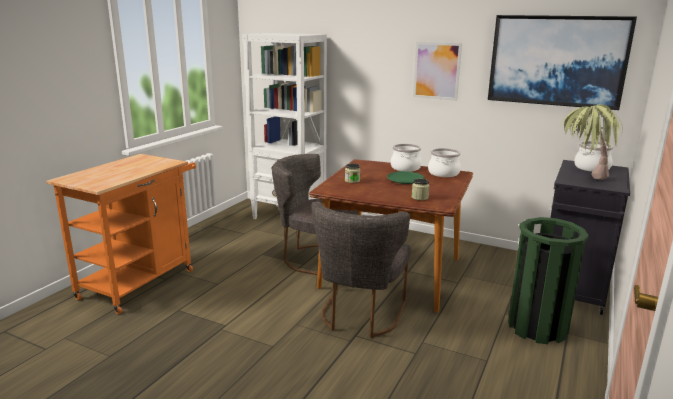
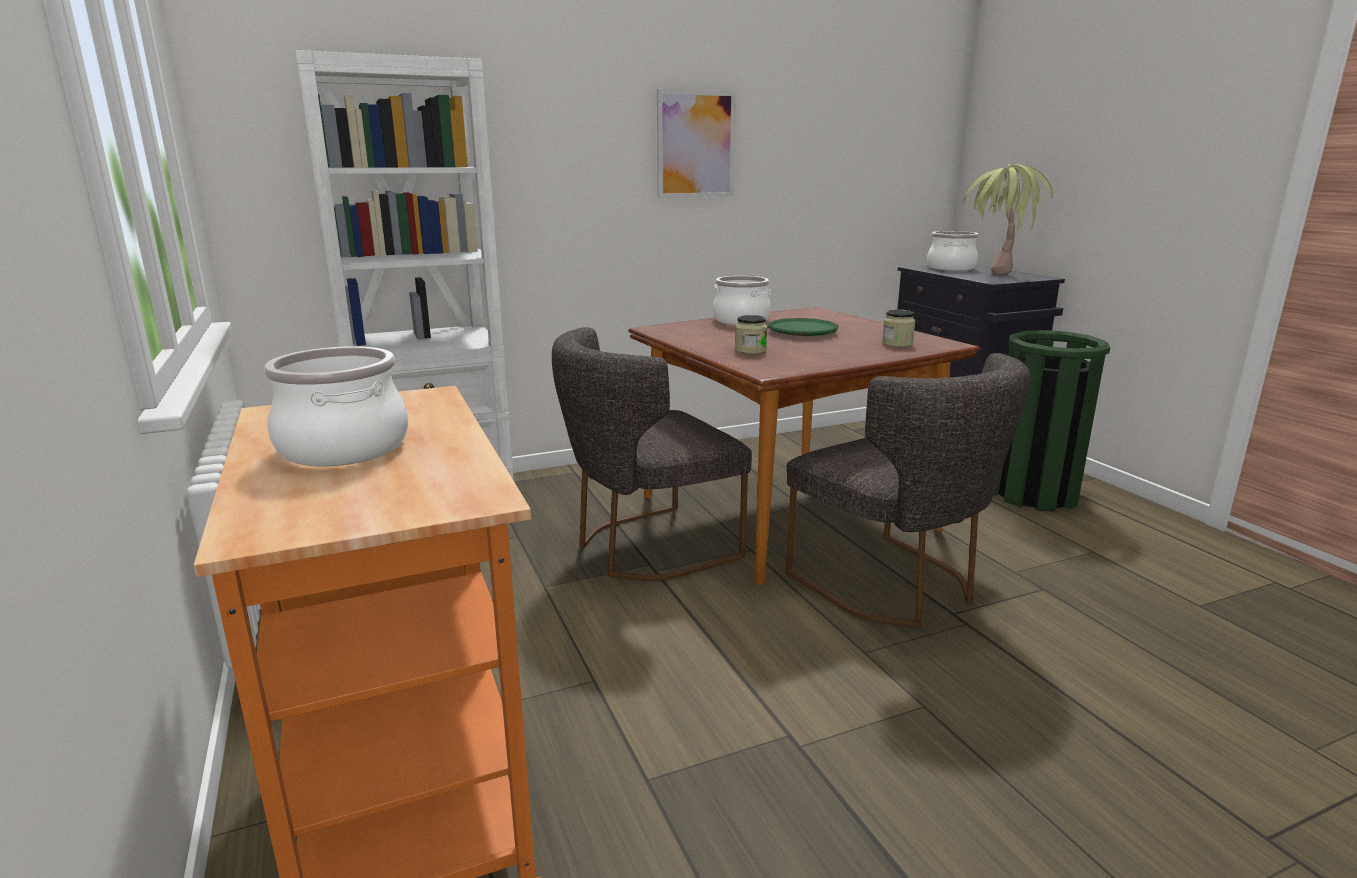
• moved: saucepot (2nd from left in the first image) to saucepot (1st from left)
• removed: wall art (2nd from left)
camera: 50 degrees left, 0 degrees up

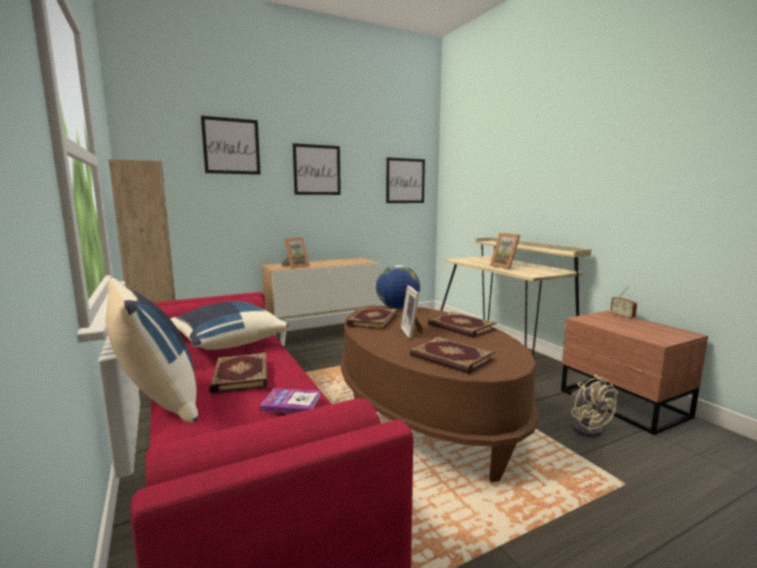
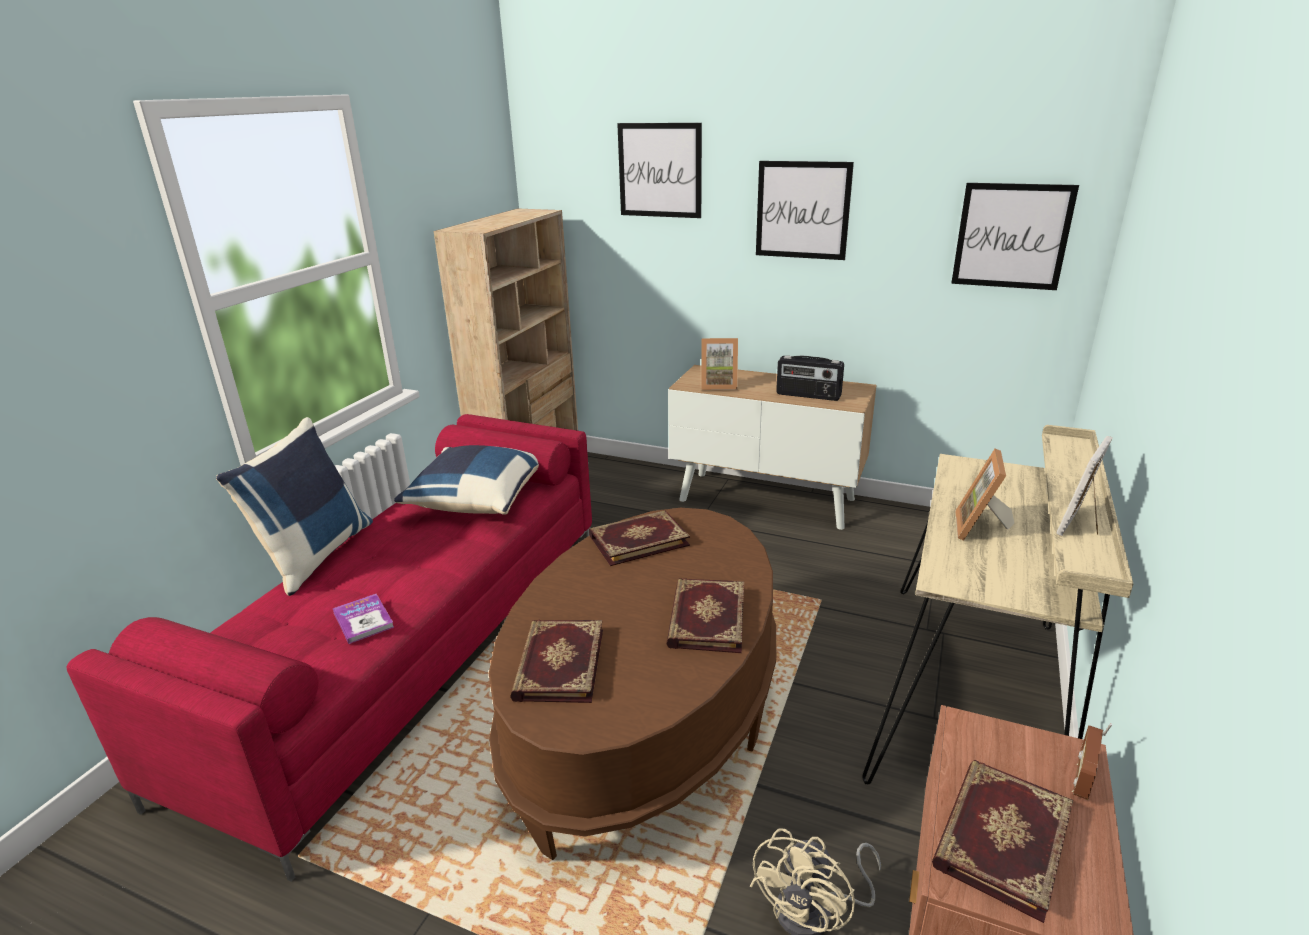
• added: radio (1st from left)
• moved: book (1st from left in the first image) to book (5th from left)
• moved: standing frame (2nd from left in the first image) to standing frame (3rd from left)
• removed: desk globe
camera: 50 degrees right, 15 degrees up

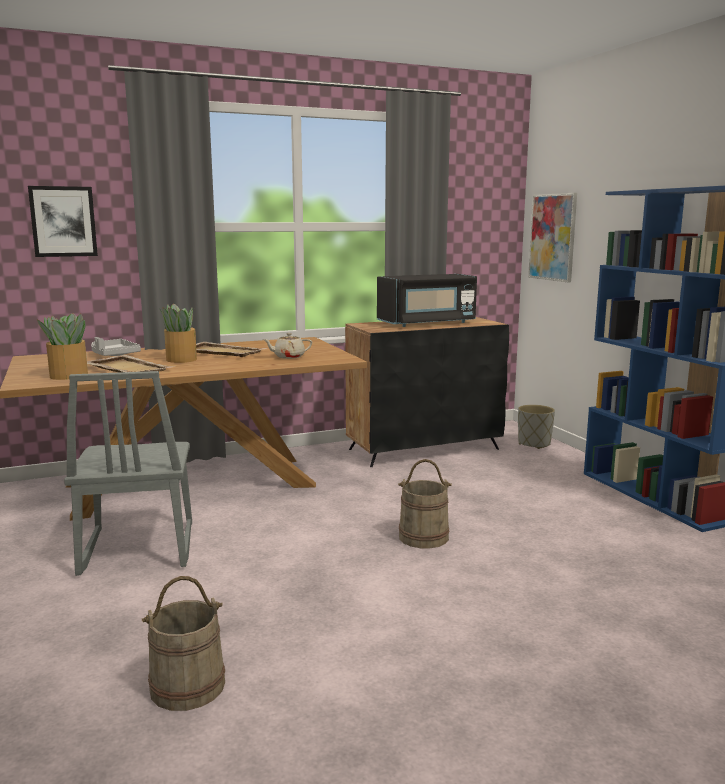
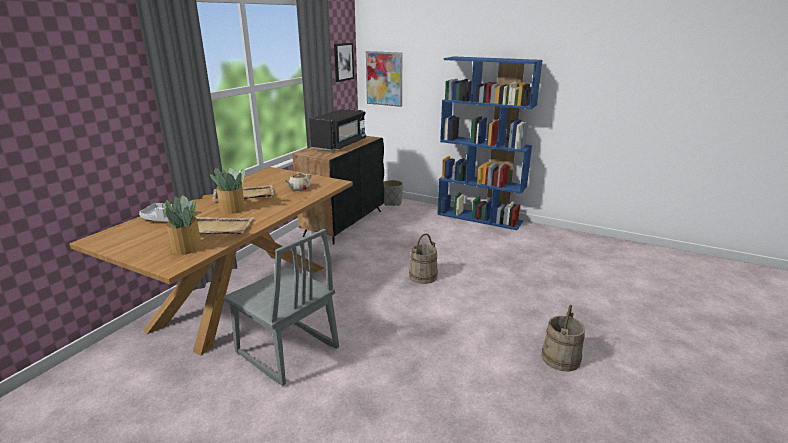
• moved: wall art (1st from left)
• moved: beige water bucket (1st from left in the first image) to beige water bucket (2nd from left)
camera: 40 degrees left, 10 degrees up

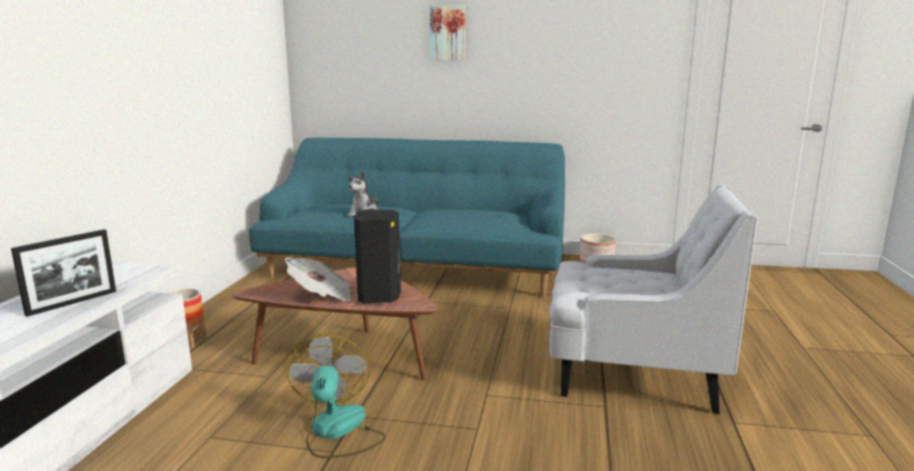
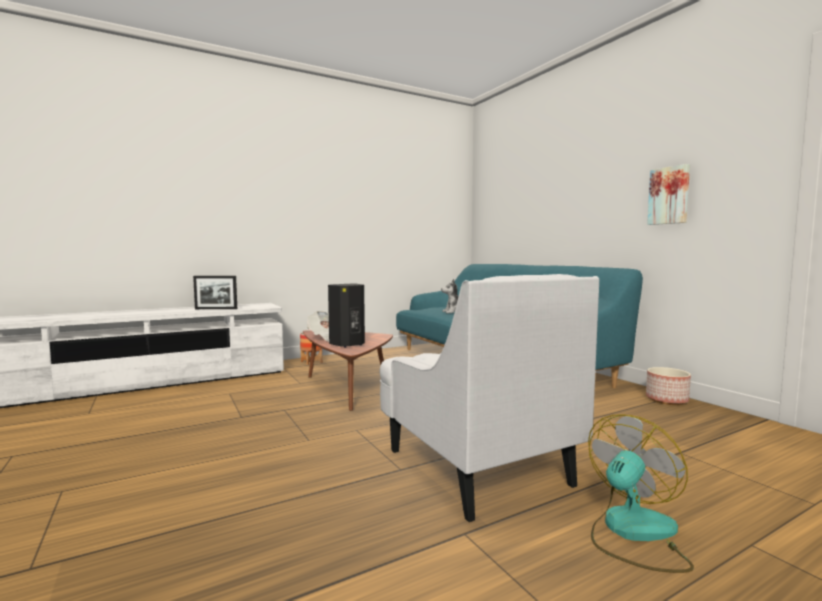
• moved: electric fan
• moved: wall art
camera: 50 degrees right, 10 degrees down

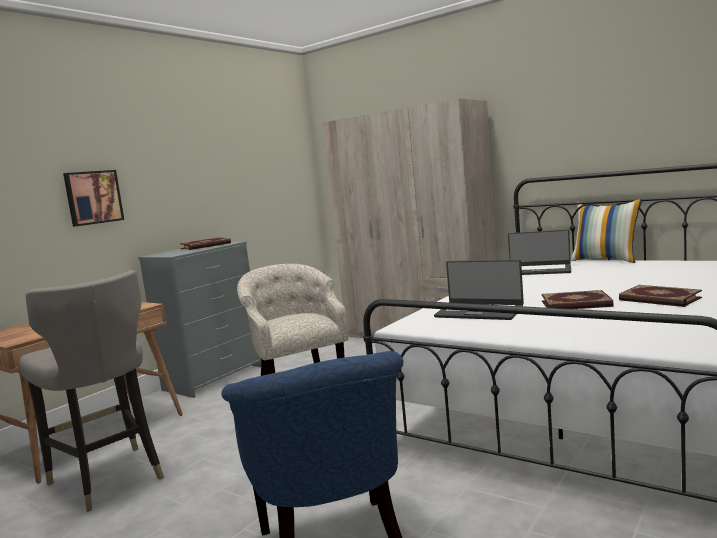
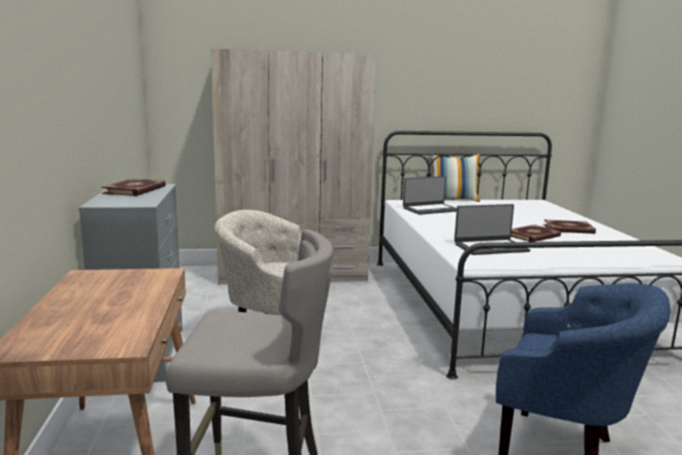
• removed: wall art
camera: 45 degrees left, 5 degrees up

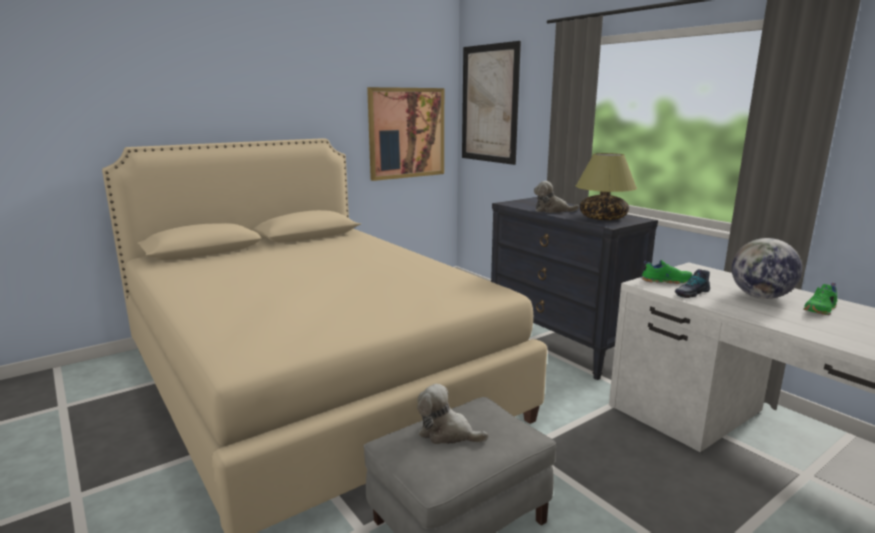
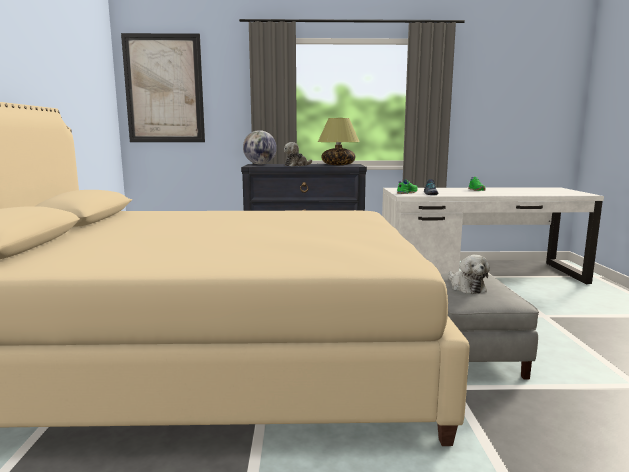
• moved: desk globe
• turned: plush toy (1st from left in the first image) 75 degrees counterclockwise
• removed: wall art (1st from left)
camera: 55 degrees left, 5 degrees down

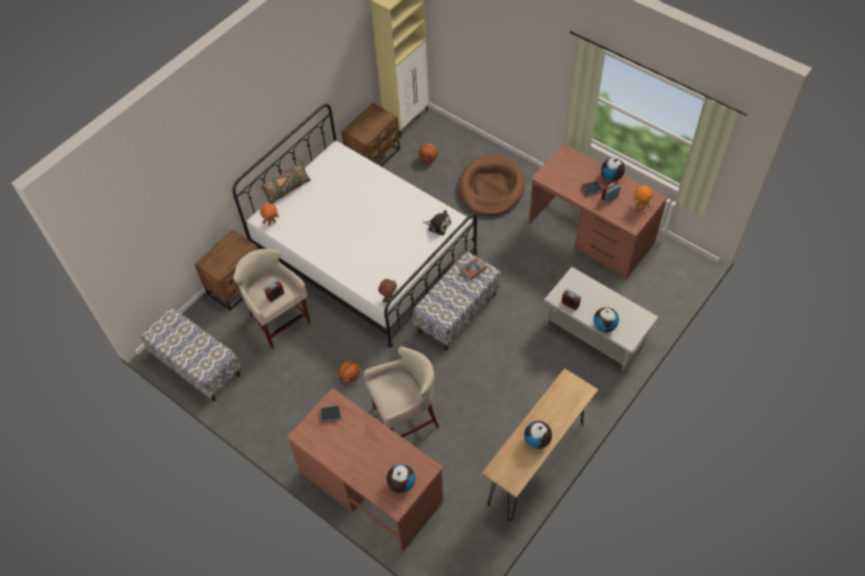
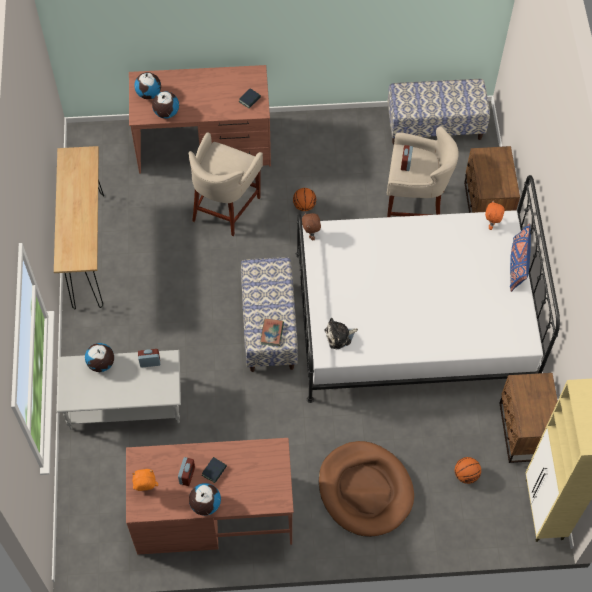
• moved: desk globe (2nd from left in the first image) to desk globe (3rd from left)
• recoloured: green pillow to blue-coloured pillow
camera: 135 degrees right, 5 degrees up

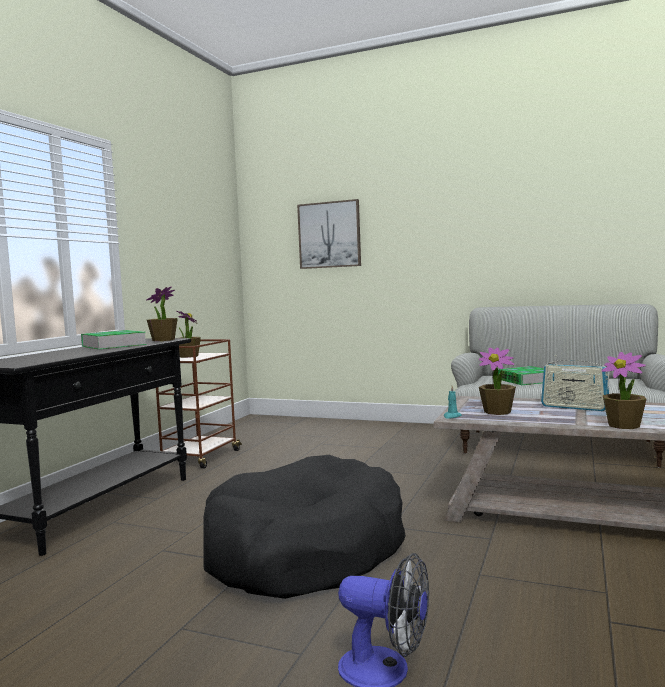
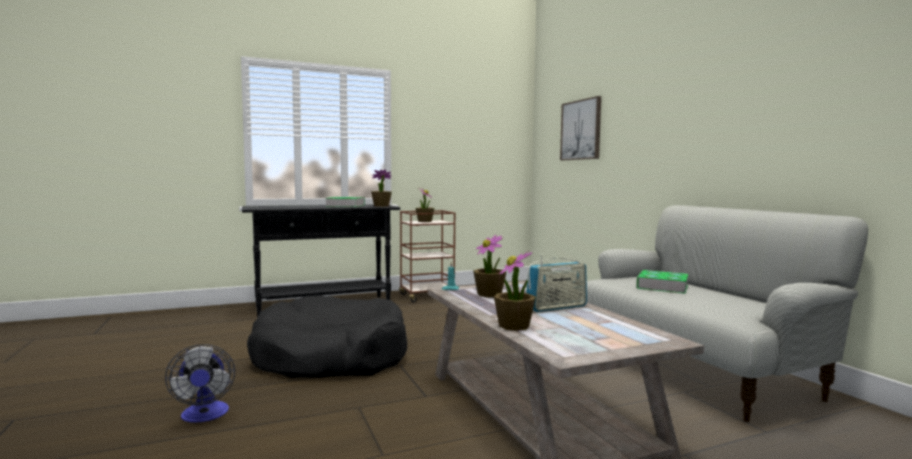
• turned: radio 105 degrees counterclockwise
camera: 45 degrees right, 0 degrees up

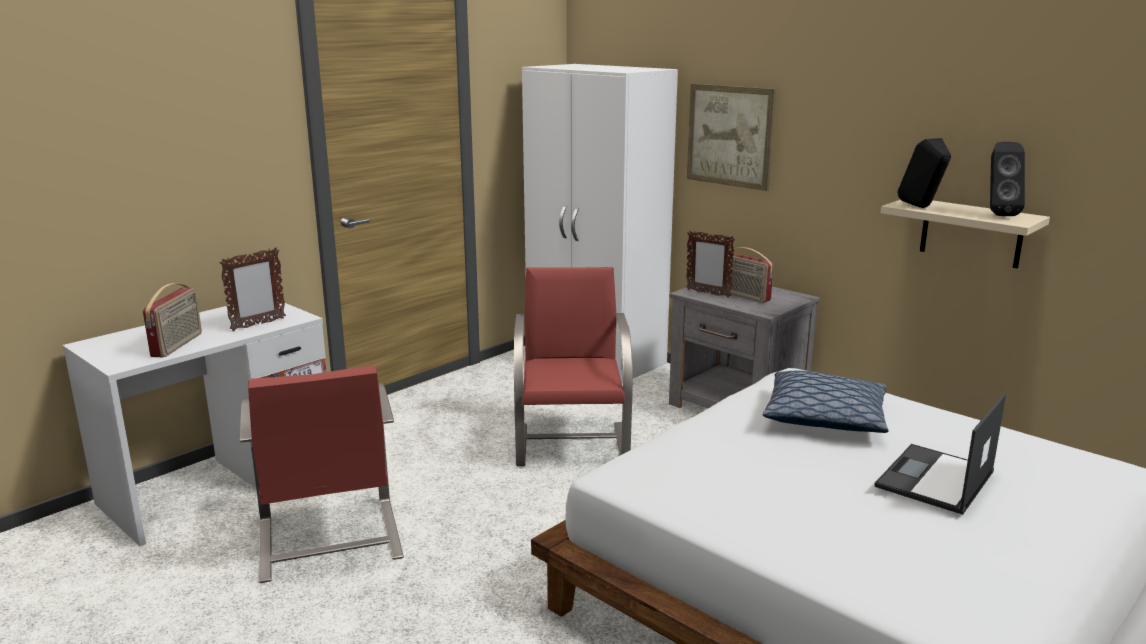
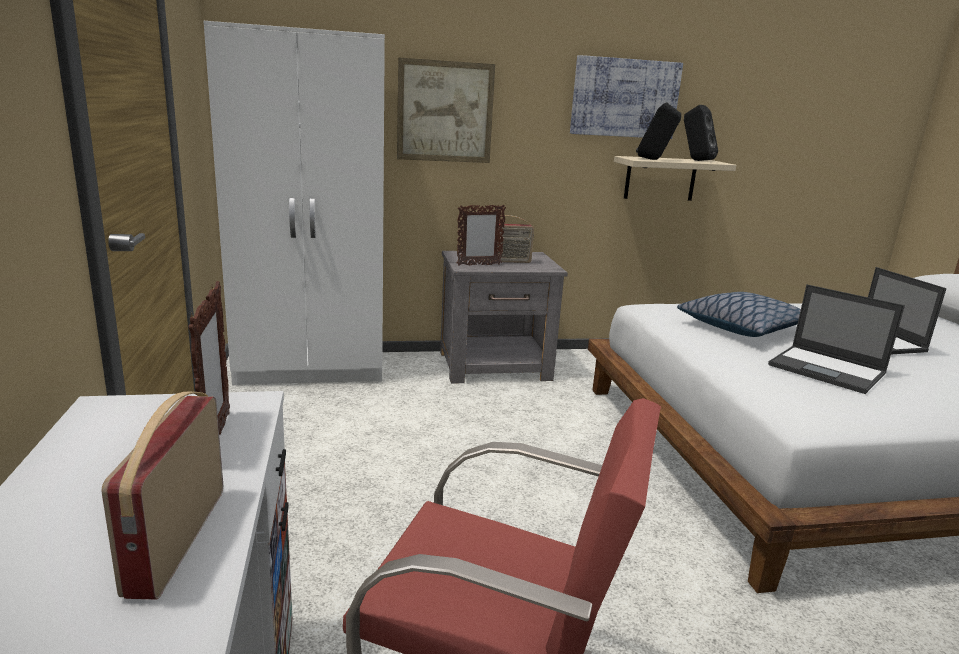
• turned: radio (1st from left) 135 degrees counterclockwise
• added: wall art (2nd from left)
• added: laptop (1st from left)
• removed: red-coloured plain chair (2nd from left)
camera: 55 degrees left, 0 degrees up

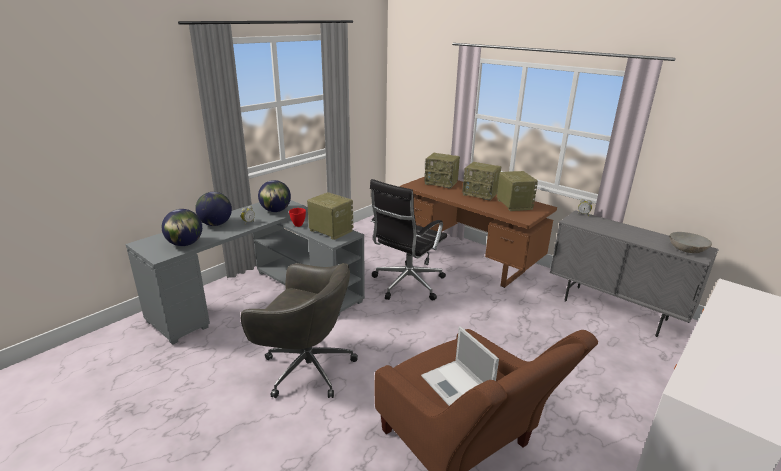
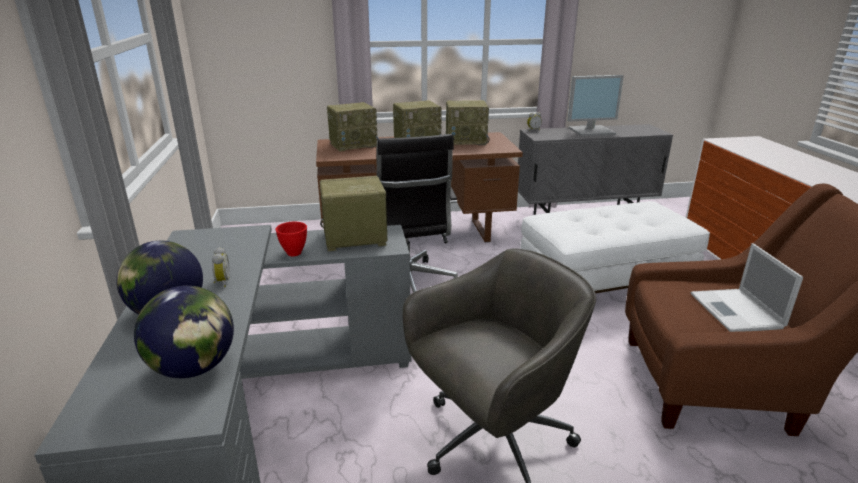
• turned: radio (4th from left) 150 degrees clockwise
• added: white pouffe
• added: computer display
• turned: laptop 75 degrees clockwise
• removed: desk globe (3rd from left)
• removed: gray bowl
camera: 50 degrees left, 0 degrees up

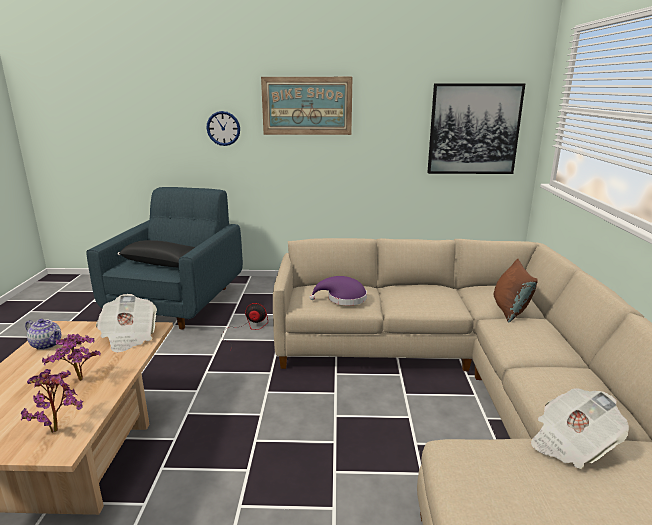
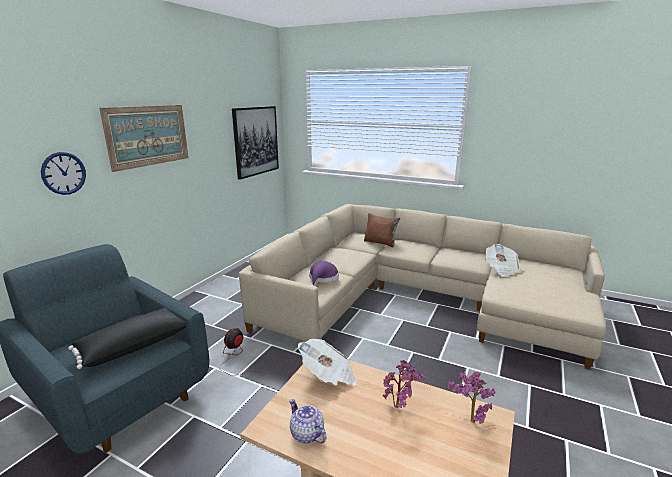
• turned: pot for tea 90 degrees counterclockwise
camera: 65 degrees left, 0 degrees up

